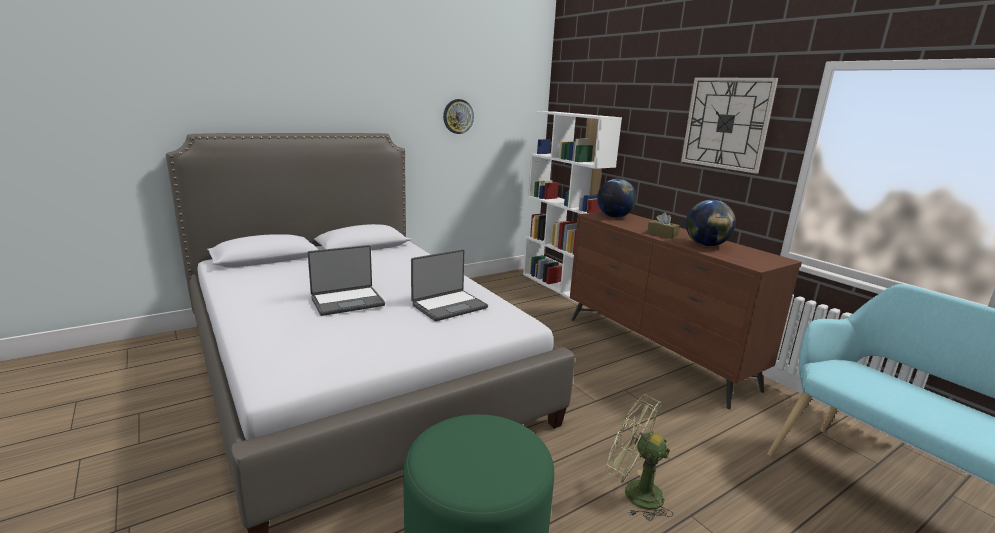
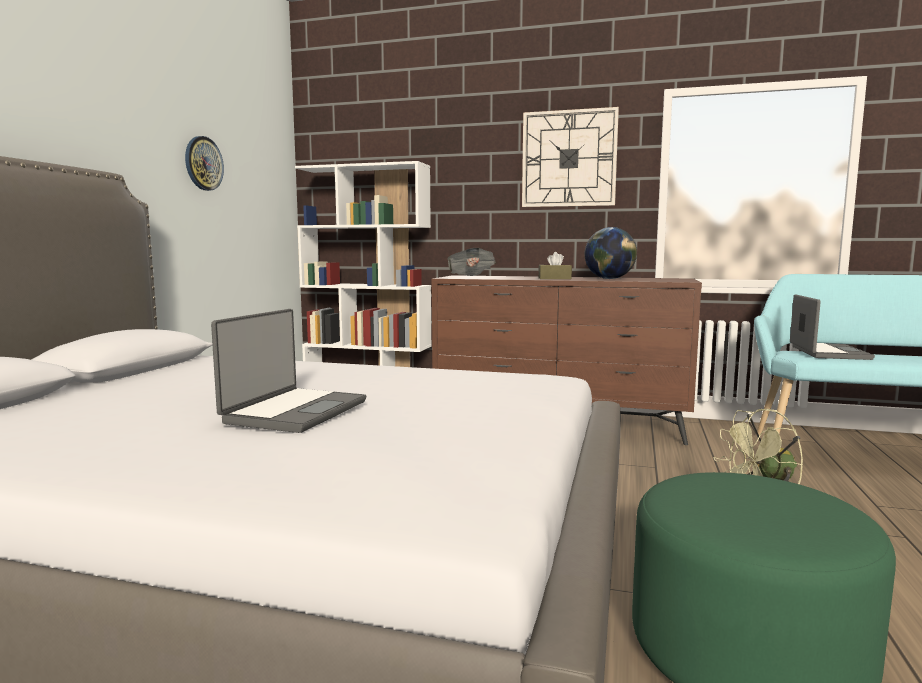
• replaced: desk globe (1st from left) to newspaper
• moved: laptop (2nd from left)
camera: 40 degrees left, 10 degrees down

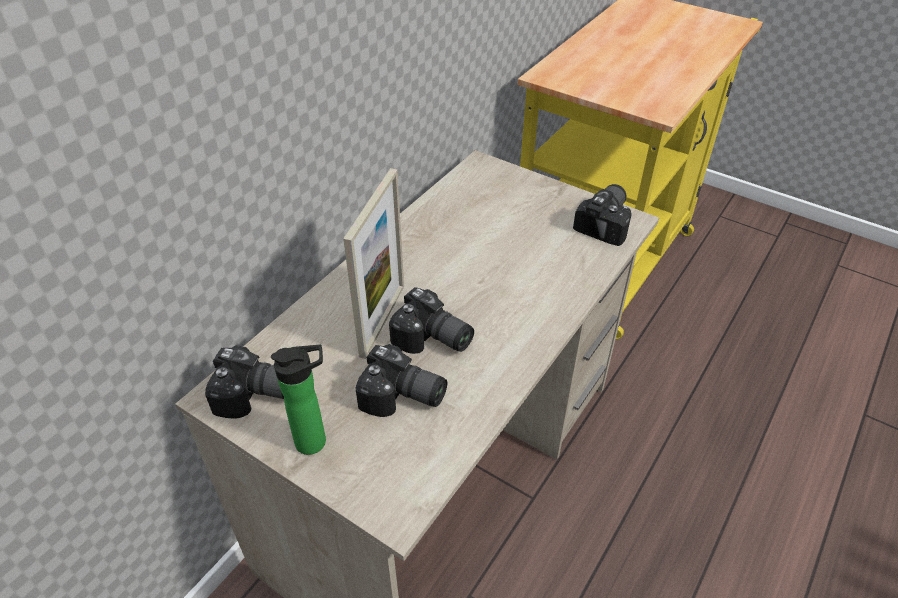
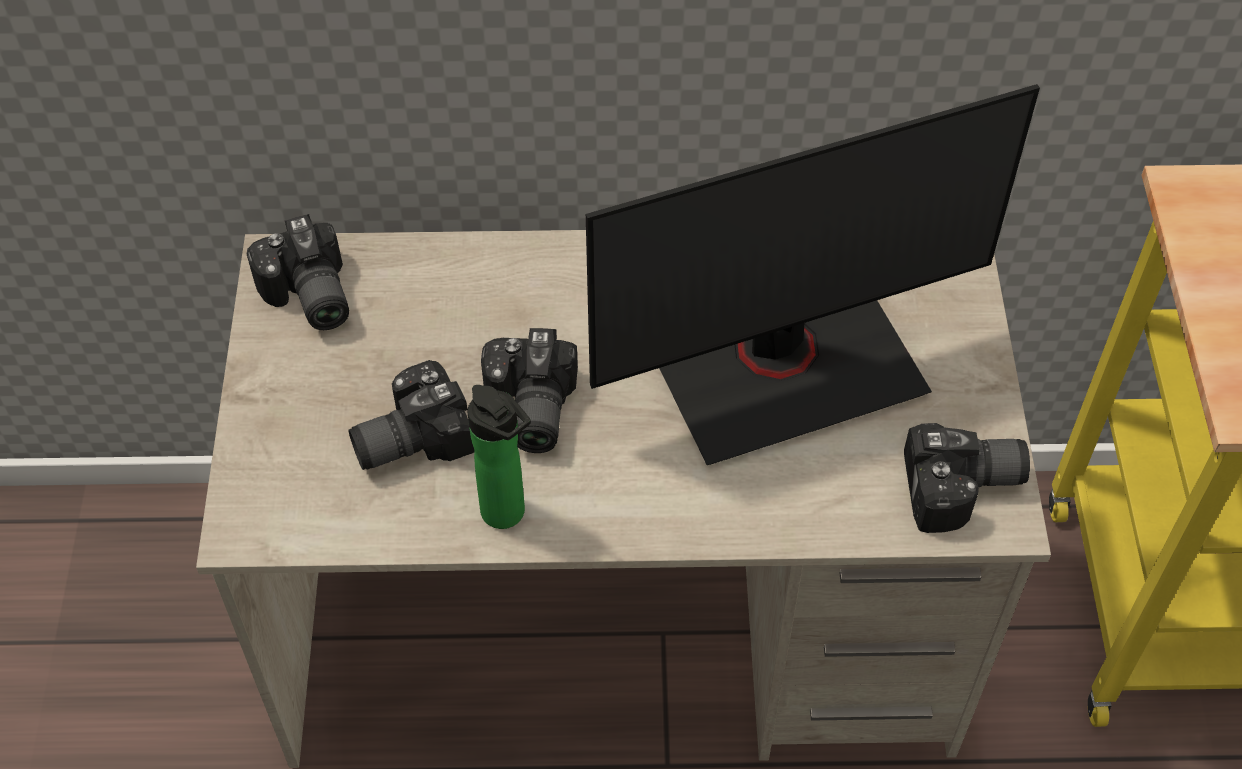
• turned: photo camera (2nd from left) 75 degrees clockwise
• moved: bottle
• added: computer display
• removed: standing frame
camera: 55 degrees right, 10 degrees up

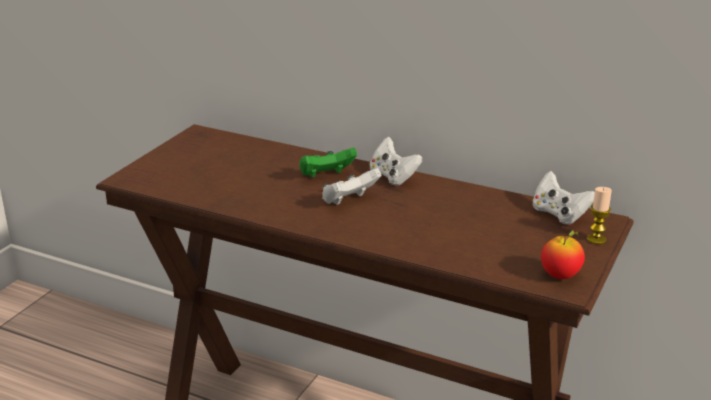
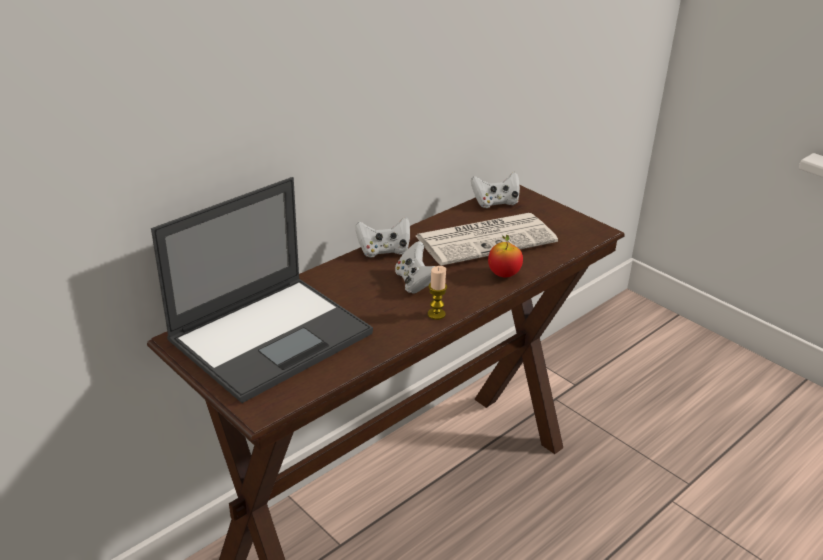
• added: laptop
• added: newspaper
• moved: candle
• moved: apple
• removed: green gamepad
camera: 70 degrees left, 5 degrees up

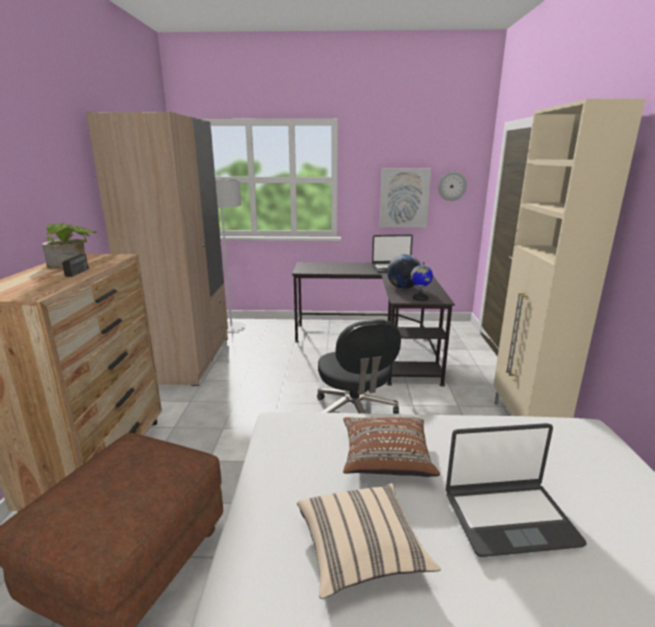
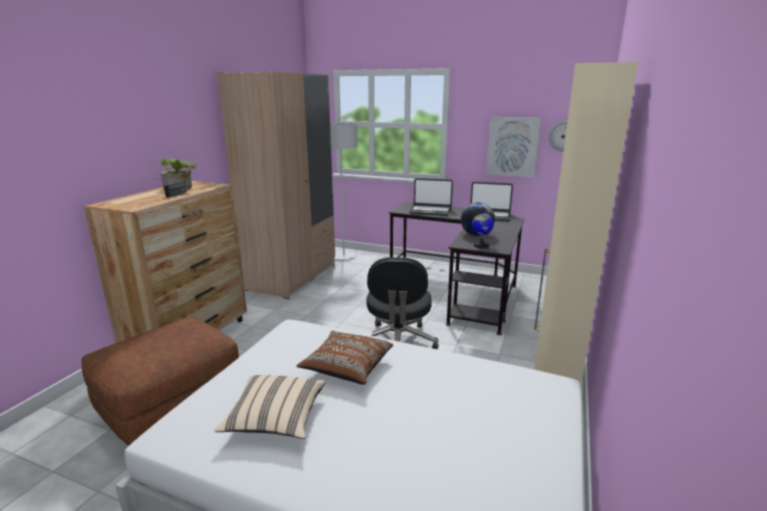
• moved: laptop (2nd from left in the first image) to laptop (1st from left)
camera: 20 degrees right, 0 degrees up

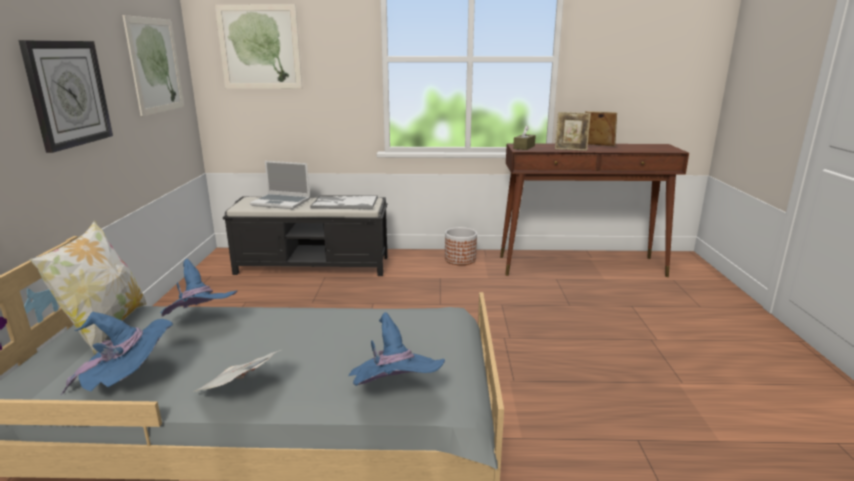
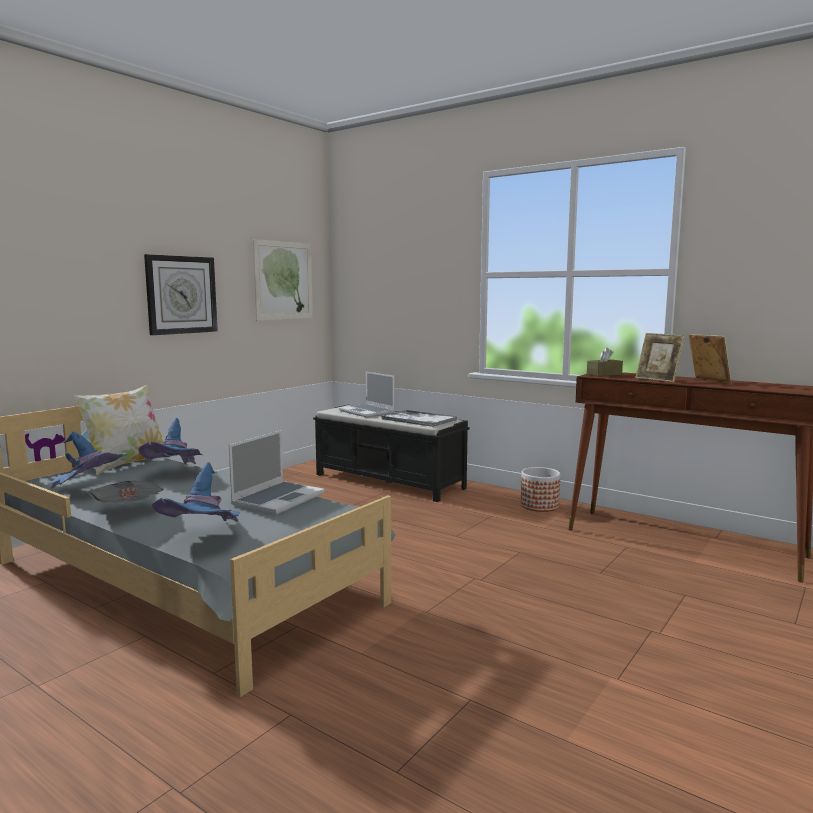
• added: laptop (1st from left)
• removed: wall art (2nd from left)
camera: 35 degrees right, 10 degrees down

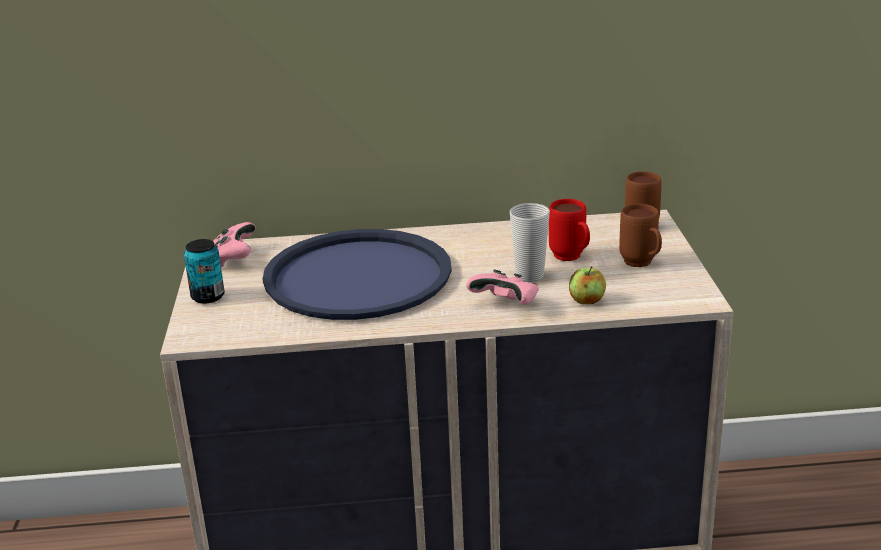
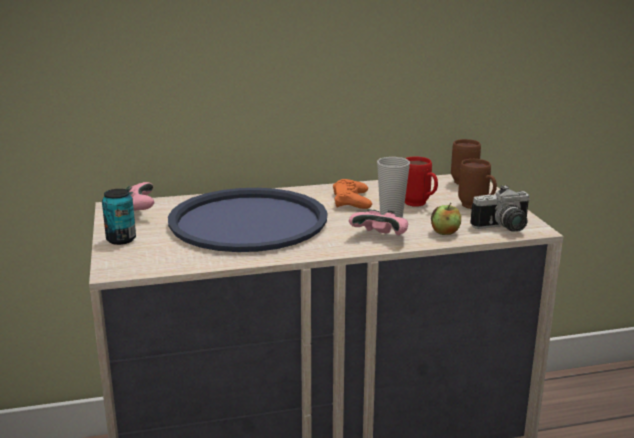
• added: orange gamepad
• added: photo camera
camera: 10 degrees left, 5 degrees down

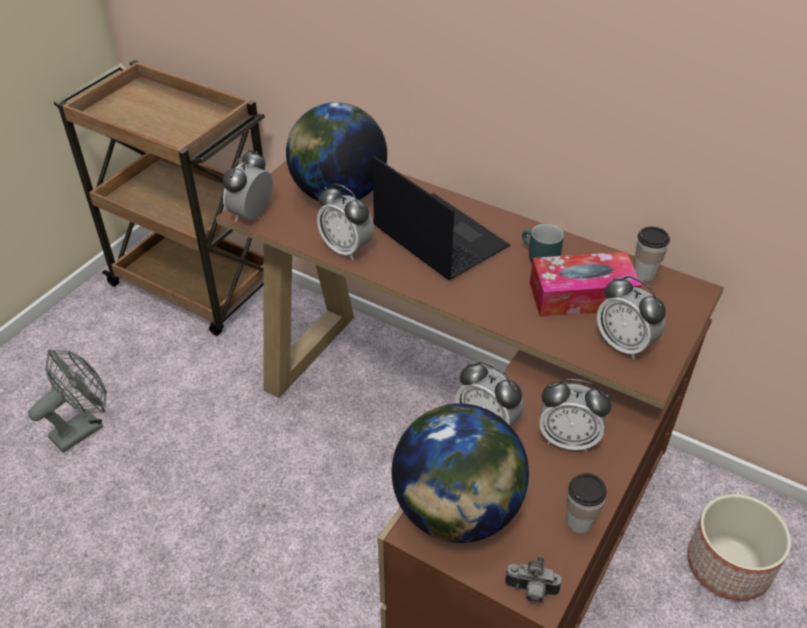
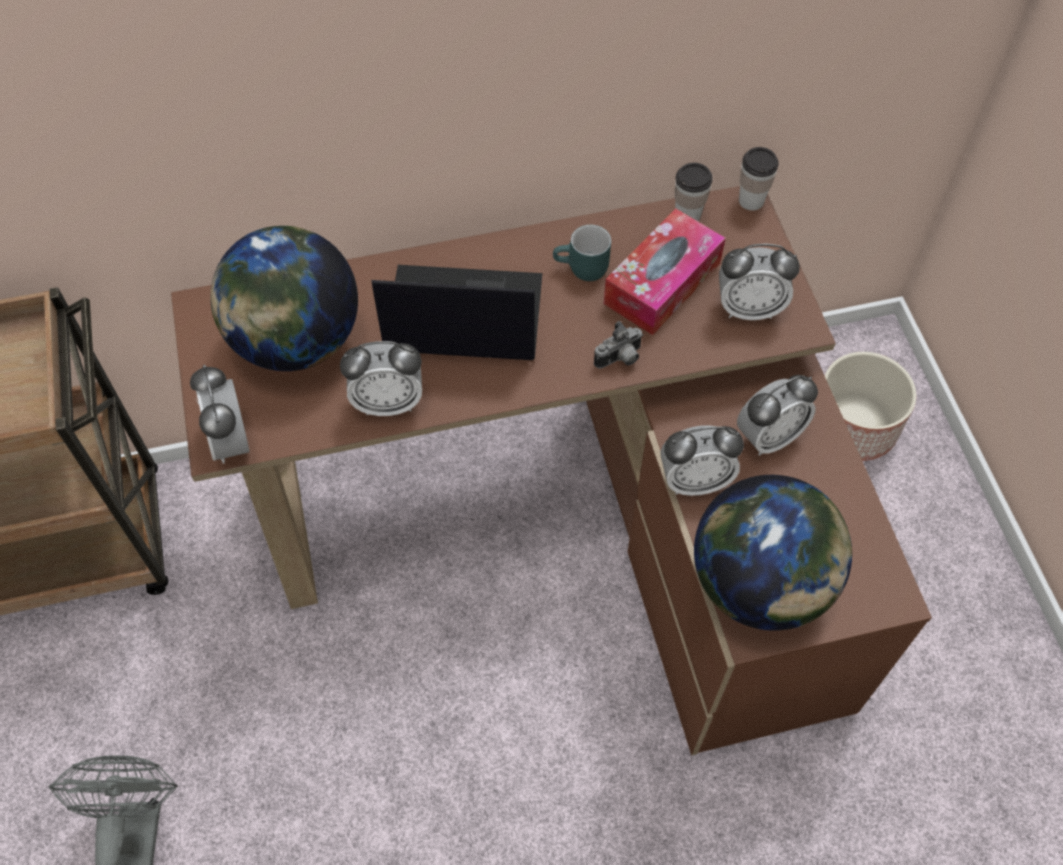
• moved: photo camera
• moved: small cup (1st from left in the first image) to small cup (2nd from left)
camera: 45 degrees left, 15 degrees up

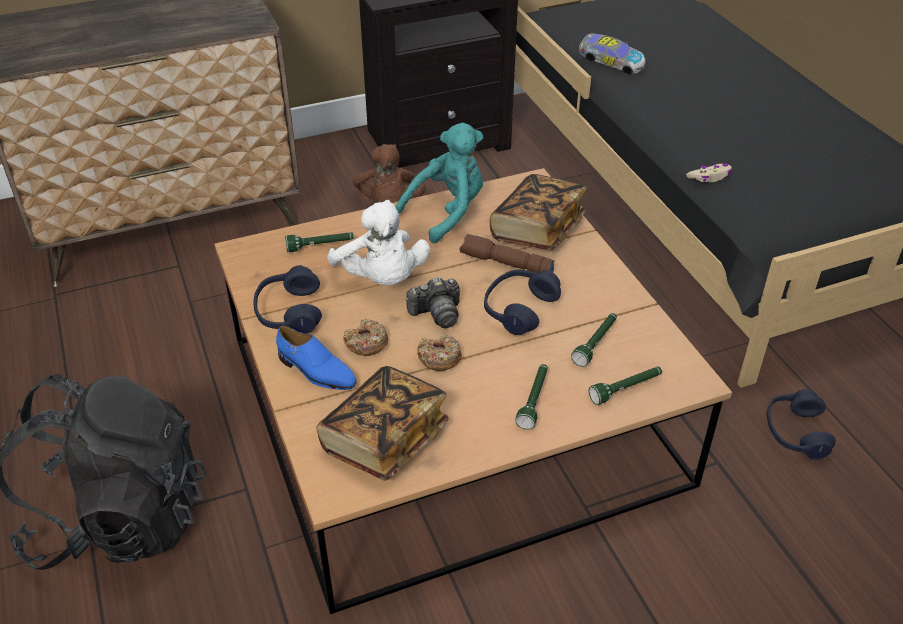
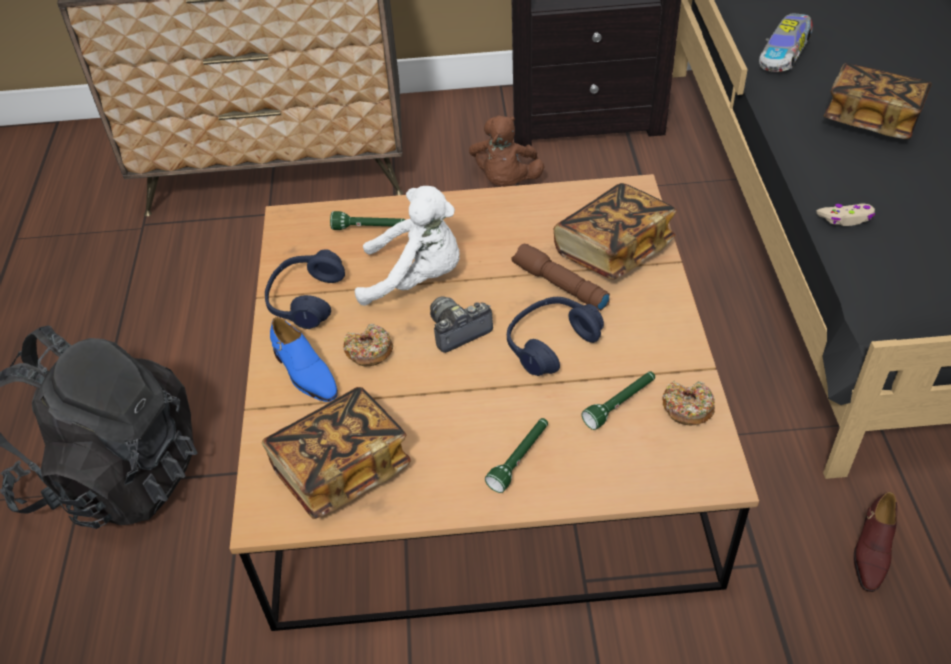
• turned: white plush toy 75 degrees counterclockwise
• turned: photo camera 150 degrees clockwise
• moved: doughnut (2nd from left)
• turned: miniature car 75 degrees clockwise
• added: book (3rd from left)
• replaced: blue-coloured headset (3rd from left) to brown low shoe
• removed: turquoise-coloured plush toy
• removed: green torch (4th from left)
camera: 20 degrees right, 5 degrees up

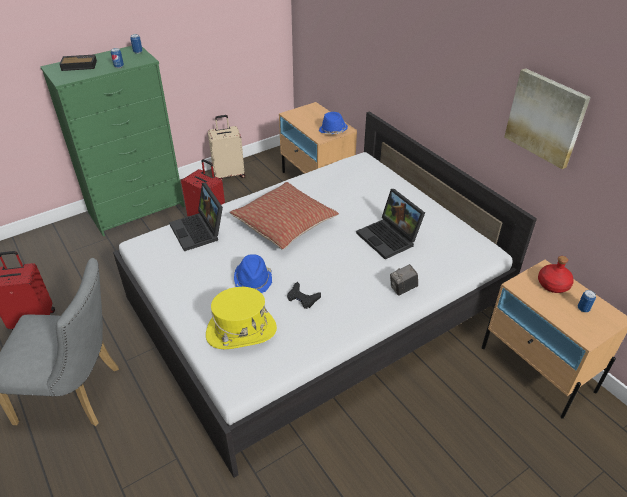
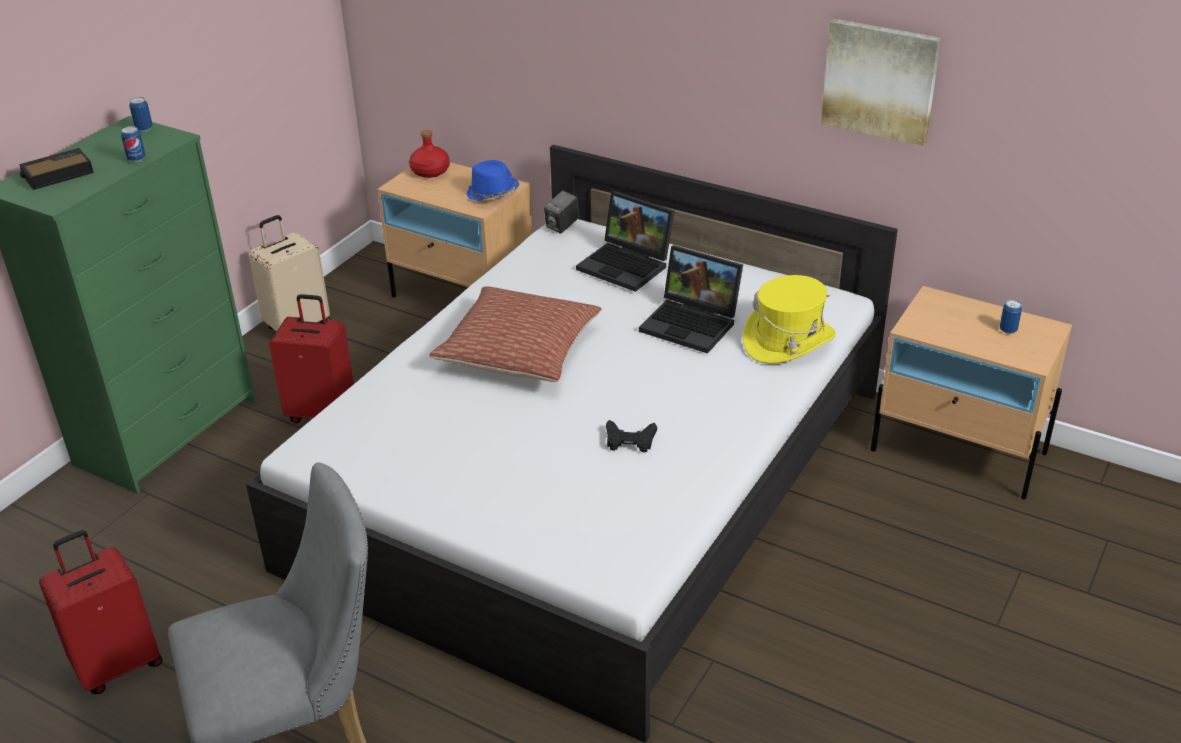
• moved: red-coloured bottle
• moved: photo camera
• moved: laptop (1st from left)
• moved: yellow hat
• removed: blue-coloured hat (1st from left)
camera: 25 degrees left, 5 degrees down

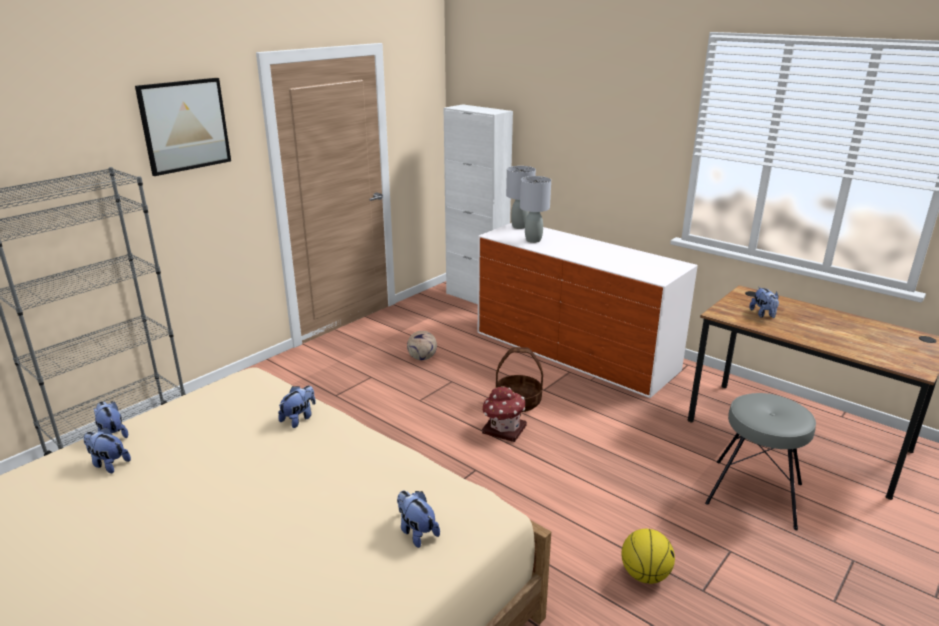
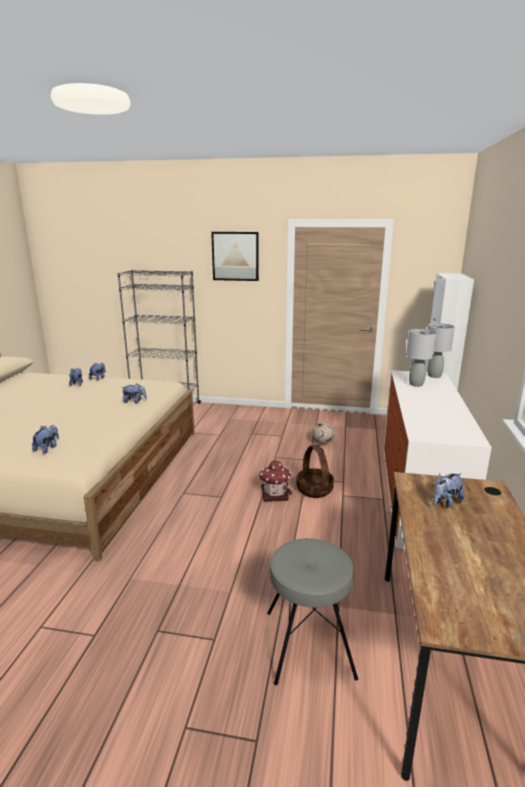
• removed: ball for basketball
camera: 60 degrees right, 5 degrees down

